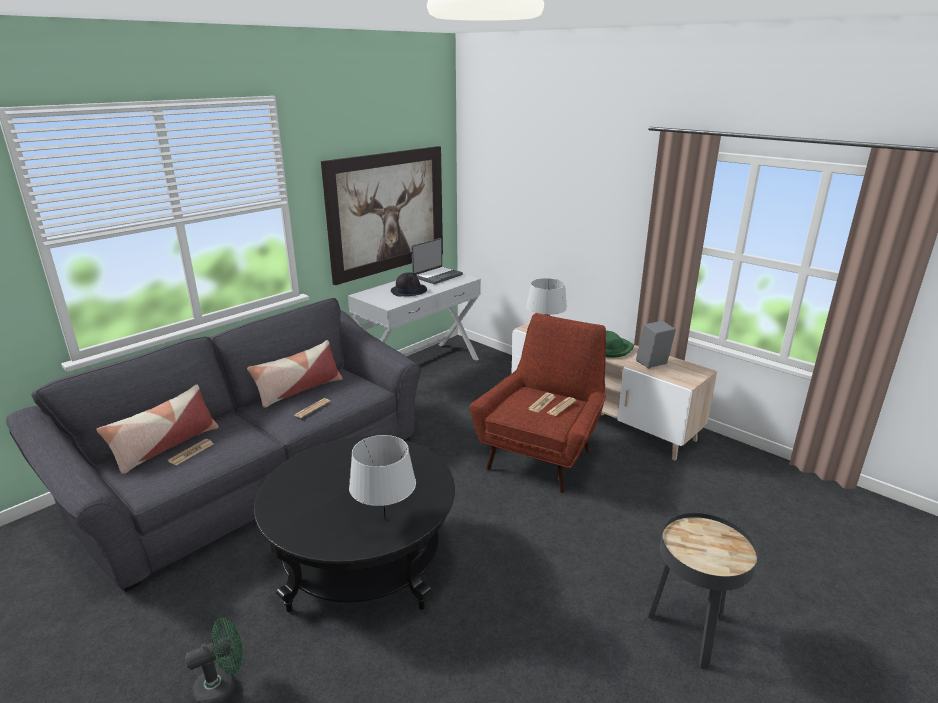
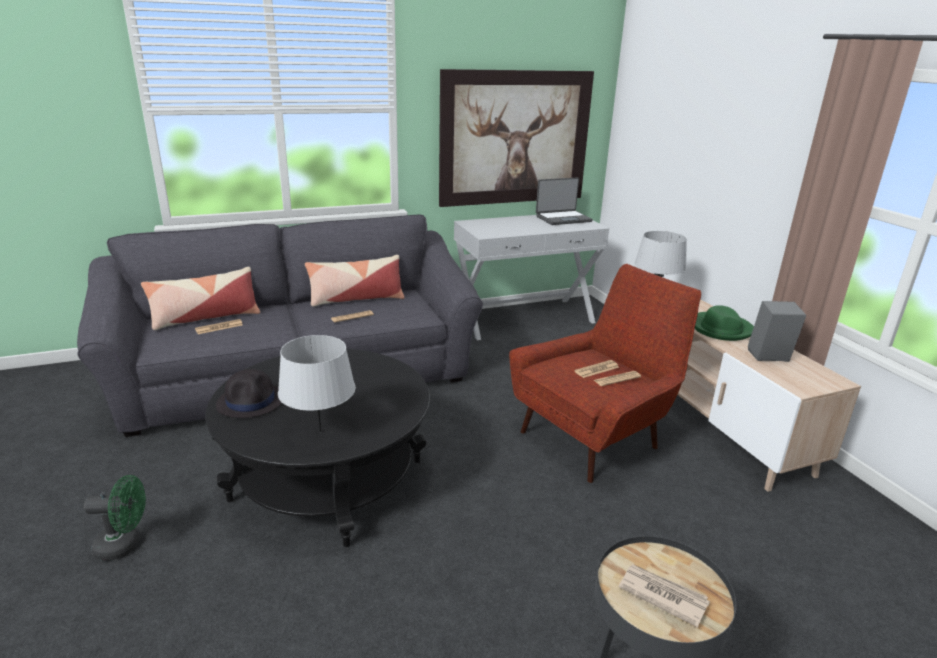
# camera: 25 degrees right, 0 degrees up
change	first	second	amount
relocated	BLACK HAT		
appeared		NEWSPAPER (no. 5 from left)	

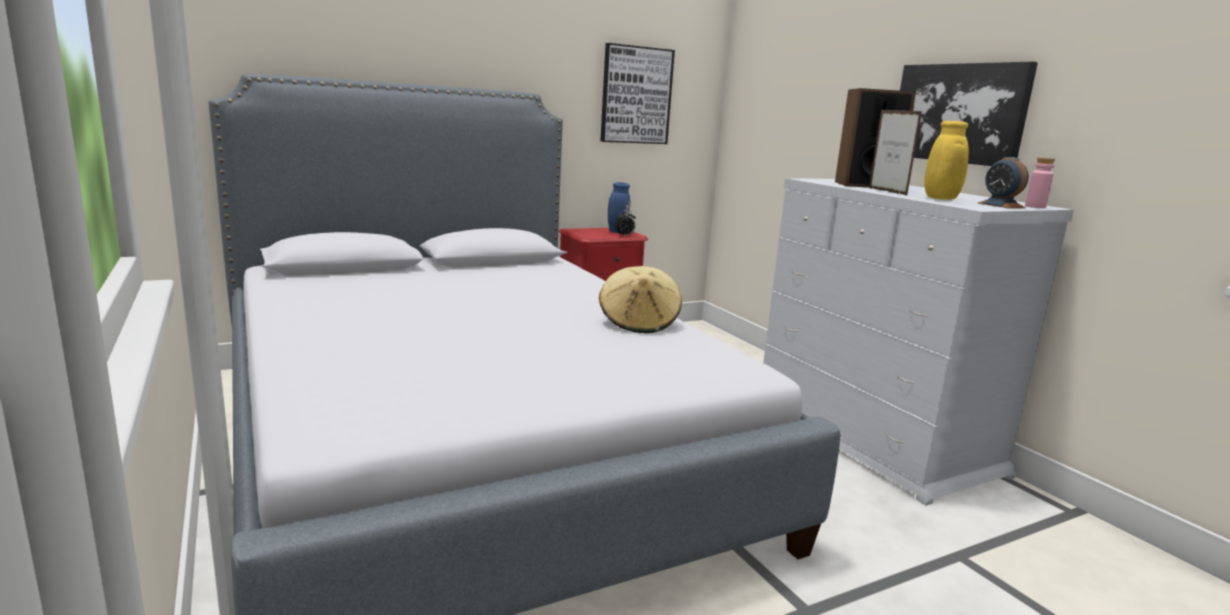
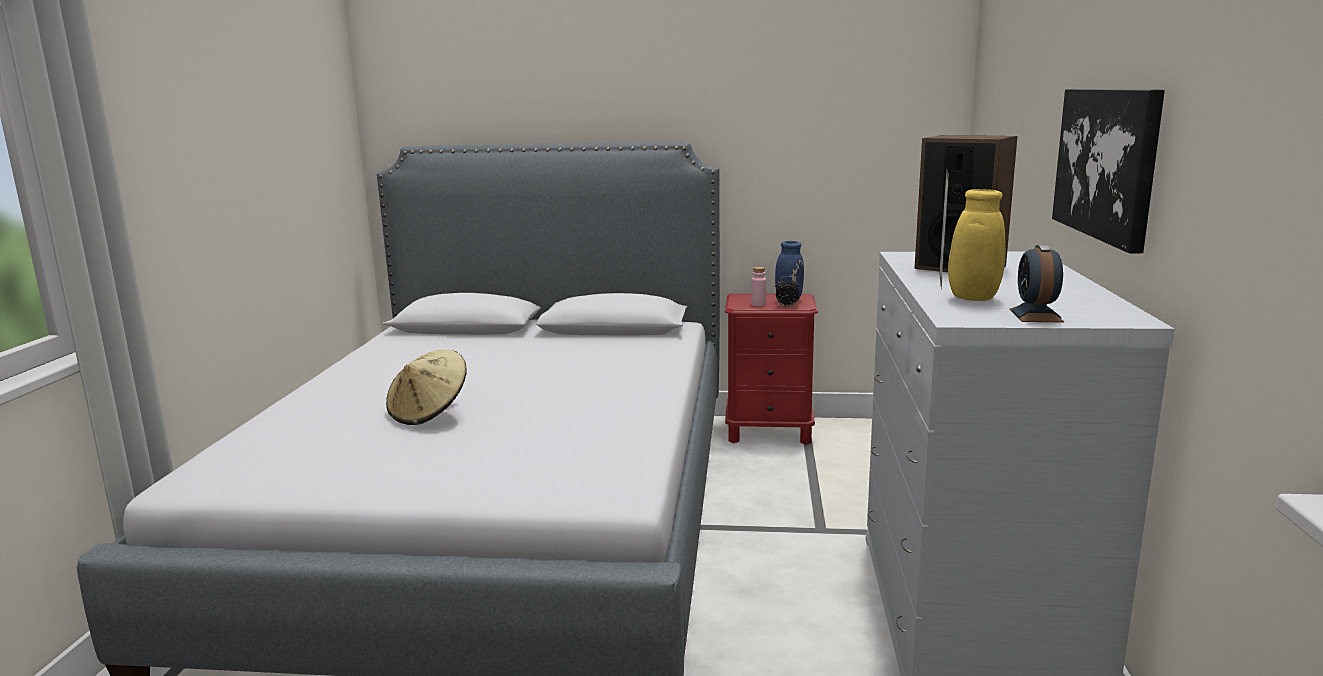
# camera: 35 degrees right, 0 degrees up
change	first	second	amount
relocated	BEIGE HAT		
missing	PICTURE (no. 1 from left)		
relocated	PINK BOTTLE		

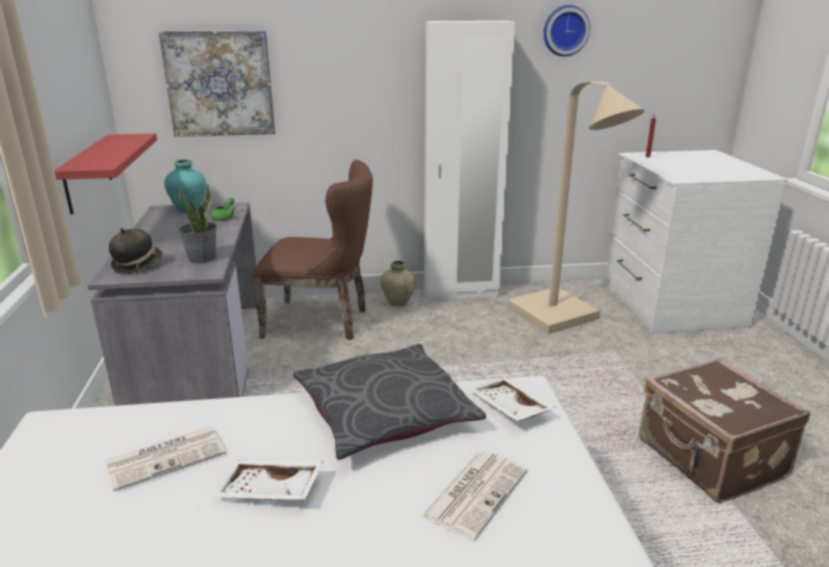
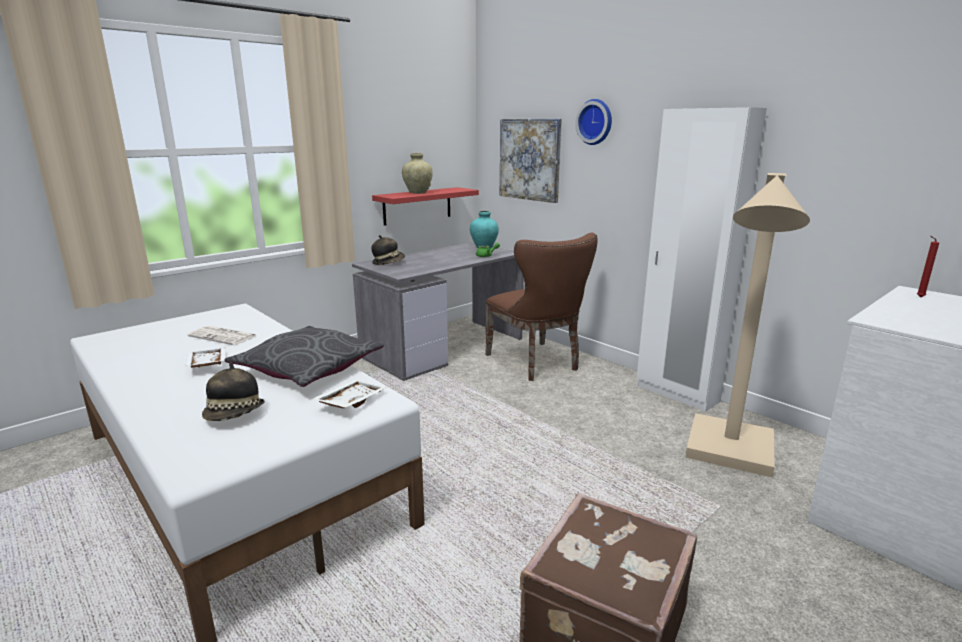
# camera: 55 degrees right, 5 degrees down
change	first	second	amount
missing	POTTED PLANT		
relocated	BEIGE VASE		
exchanged	NEWSPAPER (no. 2 from left)	HAT (no. 1 from left)	
relocated	WALL CLOCK		

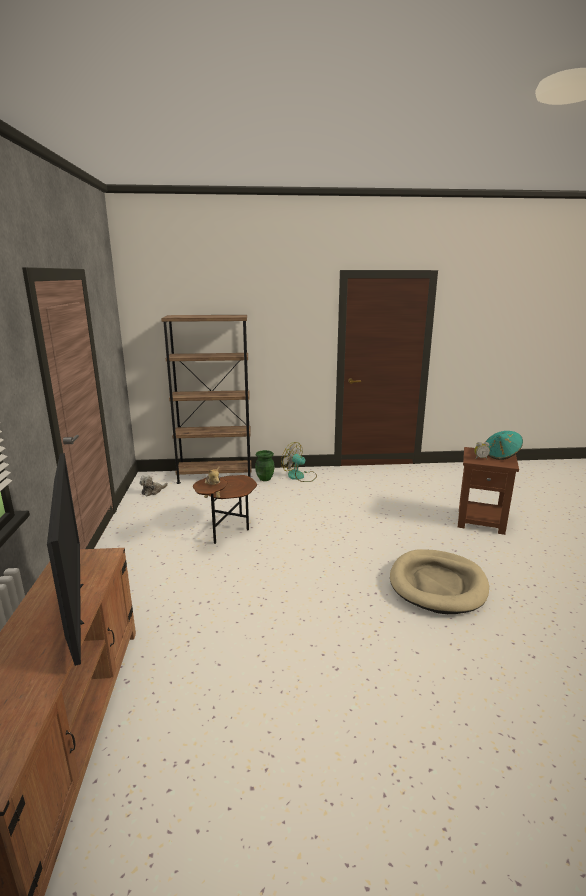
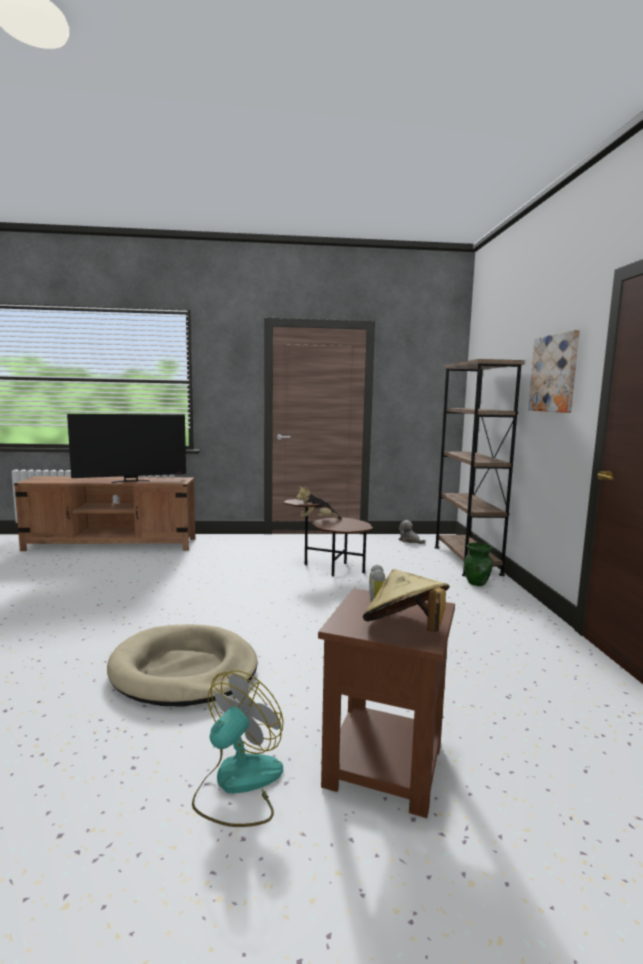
# camera: 90 degrees right, 10 degrees down
change	first	second	amount
relocated	FAN		
colour	TURQUOISE HAT	BEIGE HAT	
appeared		PICTURE	

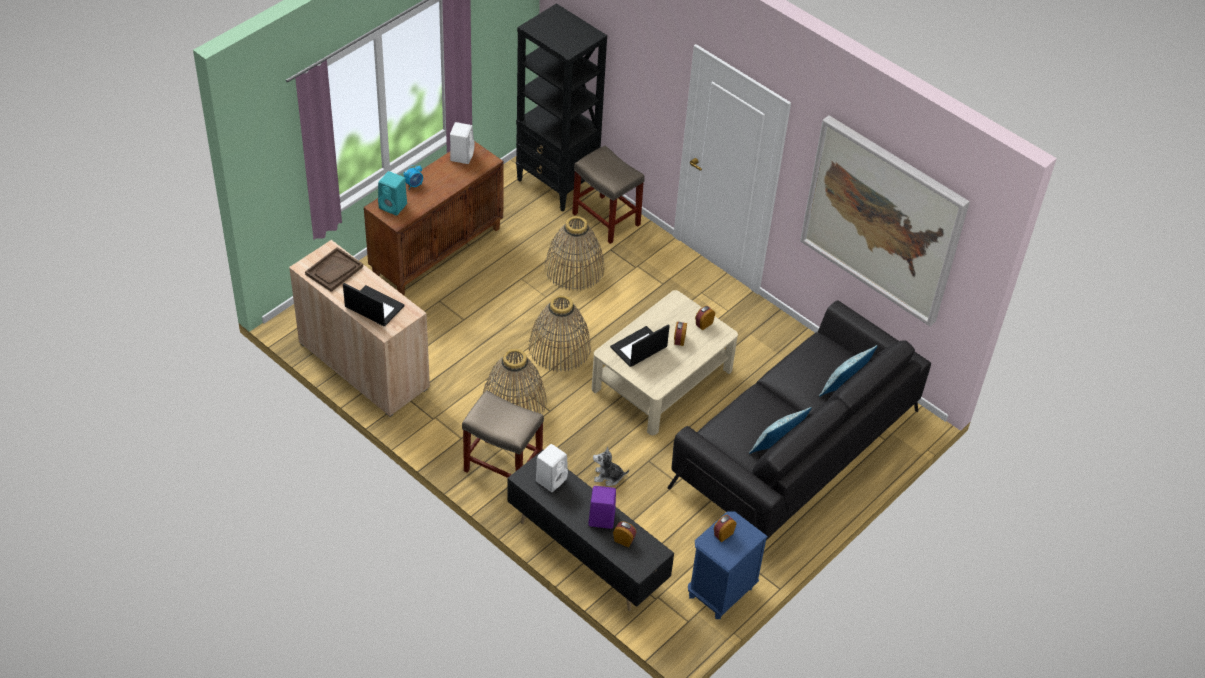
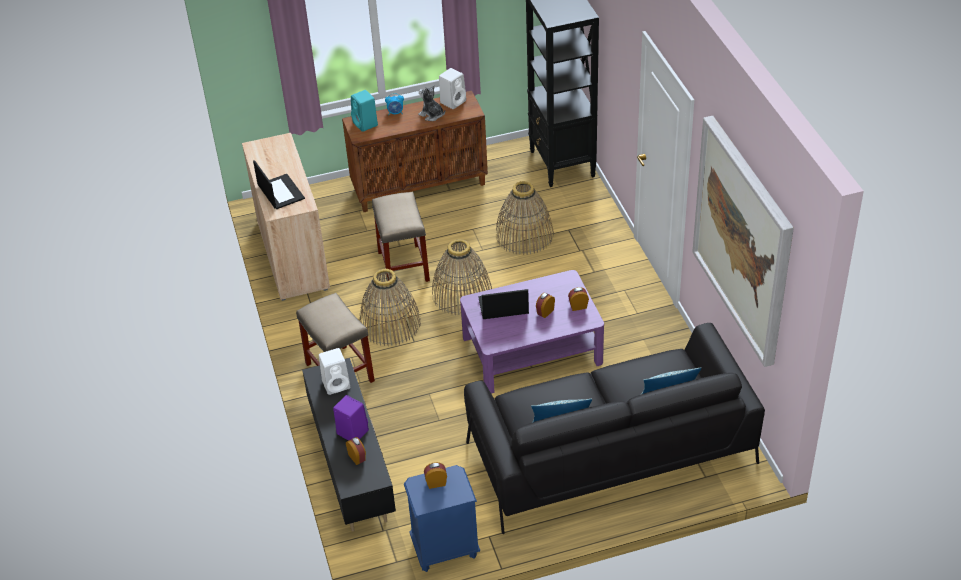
# camera: 35 degrees right, 5 degrees down
change	first	second	amount
missing	BROWN TRAY		
relocated	BEIGE STOOL (no. 2 from left)		
colour	BEIGE COFFEE TABLE	PURPLE COFFEE TABLE	
relocated	PLUSH TOY		

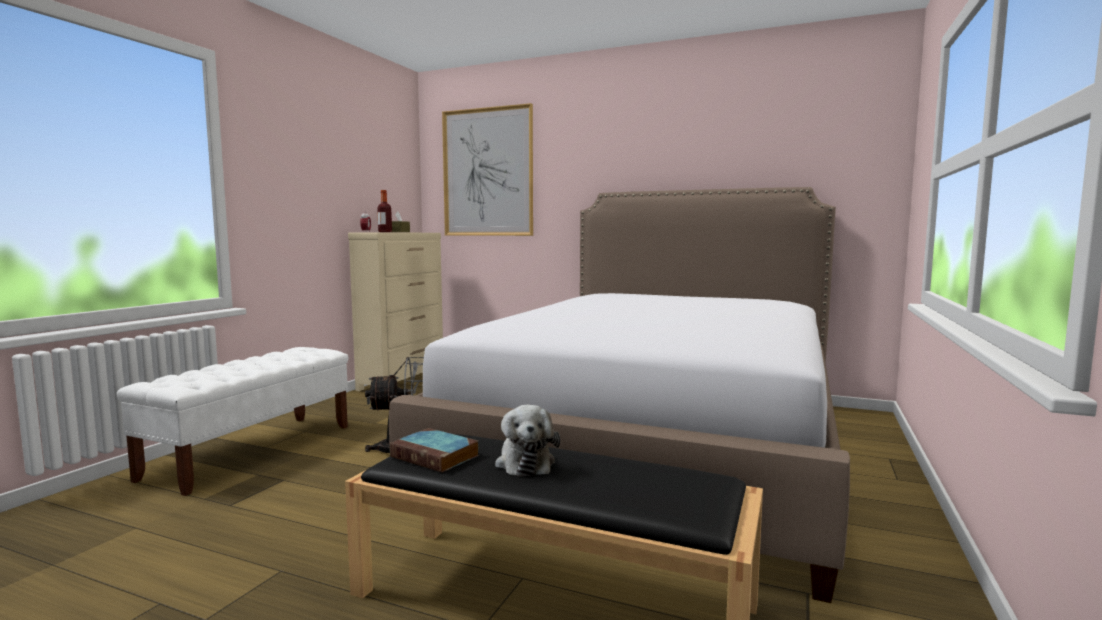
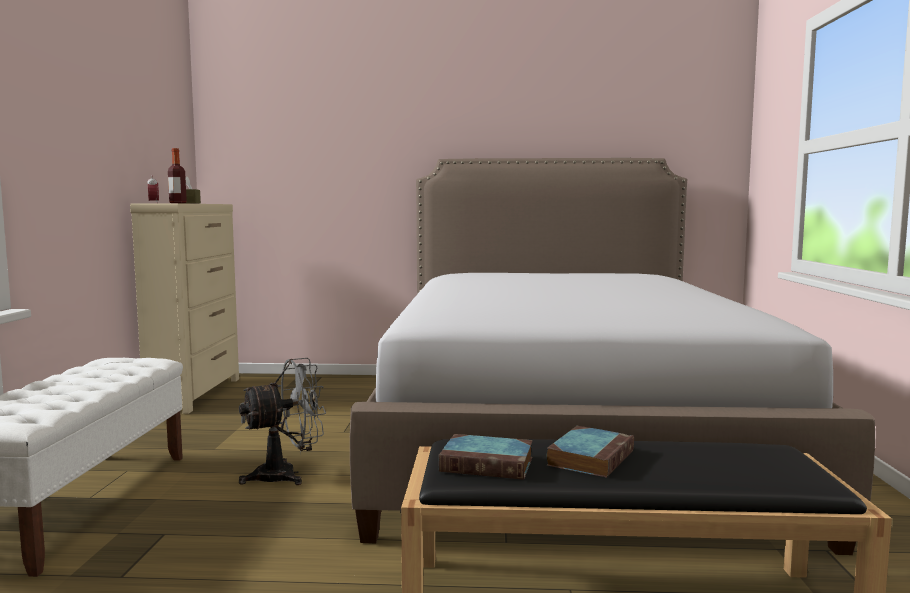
# camera: 20 degrees left, 0 degrees up
change	first	second	amount
missing	PICTURE		
exchanged	PLUSH TOY	BOOK (no. 2 from left)	

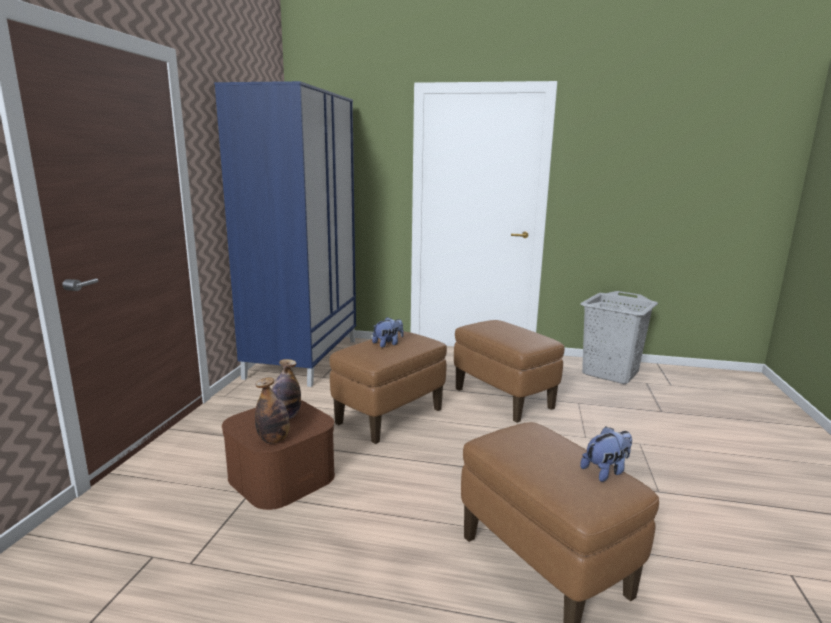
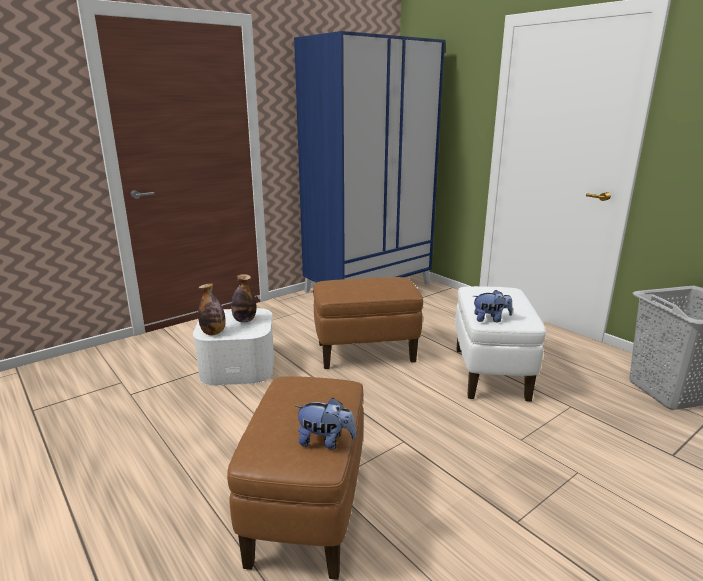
# camera: 40 degrees right, 5 degrees up
change	first	second	amount
colour	BROWN STORAGE BOX	WHITE STORAGE BOX	
relocated	PLUSH TOY (no. 1 from left in the first image)	PLUSH TOY (no. 2 from left)	
colour	BROWN OTTOMAN (no. 2 from left)	WHITE OTTOMAN	

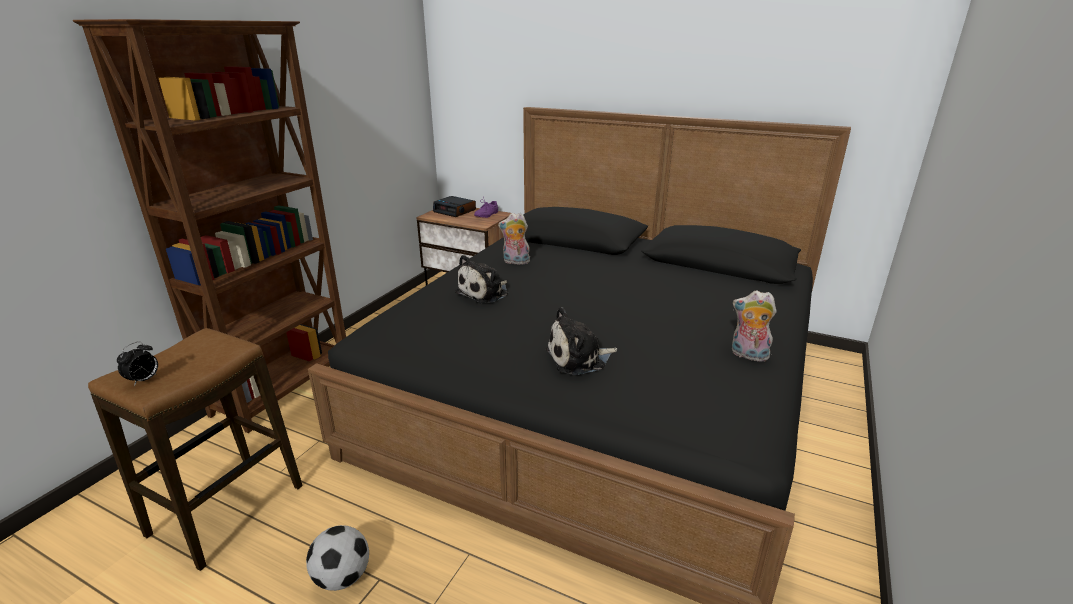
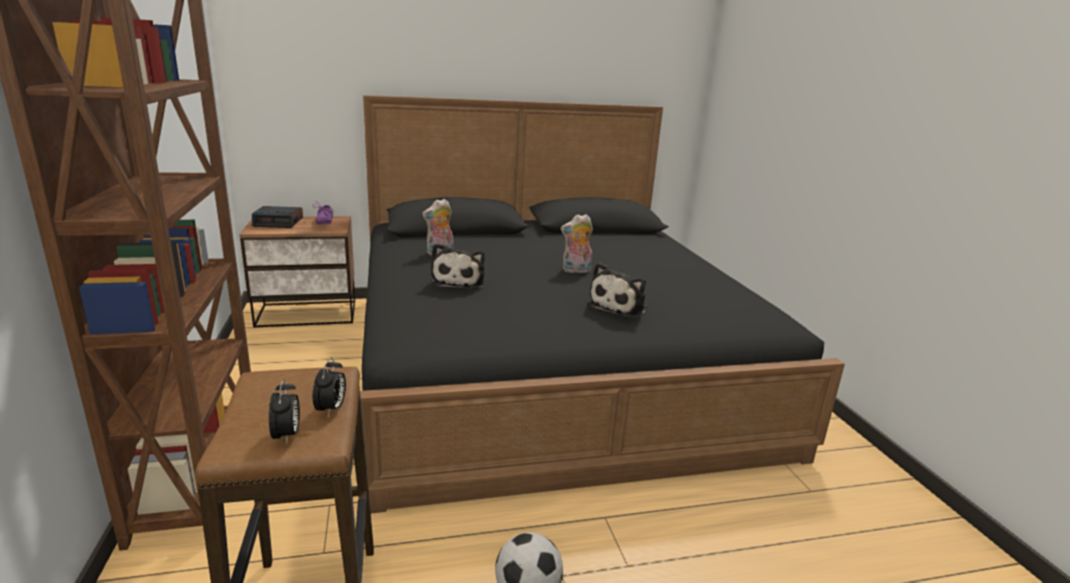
# camera: 40 degrees left, 5 degrees down
change	first	second	amount
relocated	PLUSH TOY (no. 4 from left in the first image)	PLUSH TOY (no. 3 from left)	
appeared		ALARM CLOCK (no. 3 from left)	

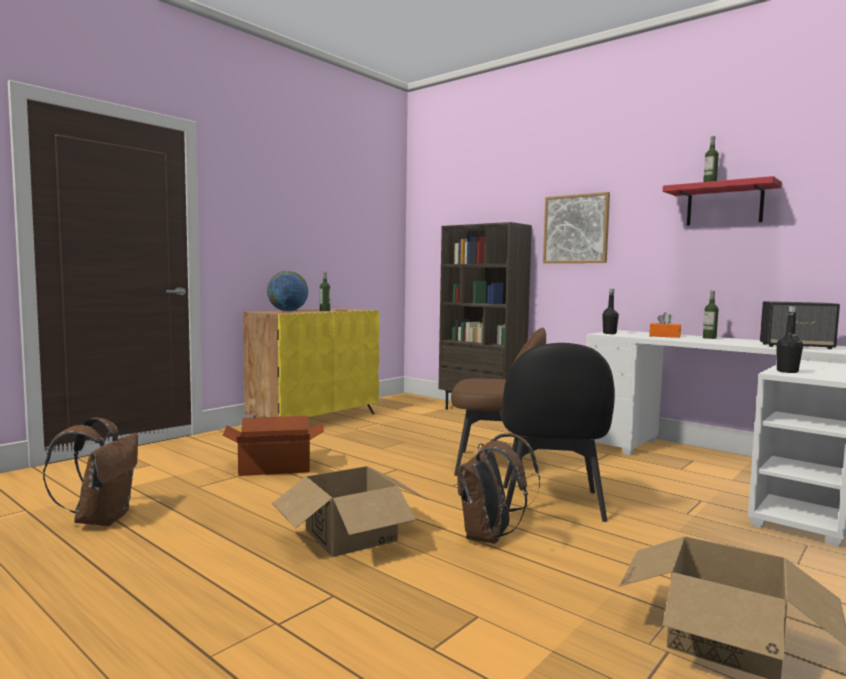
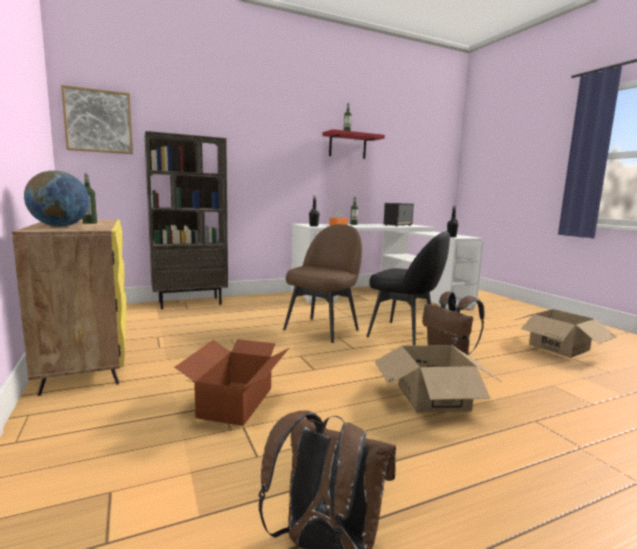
# camera: 65 degrees left, 5 degrees up
change	first	second	amount
relocated	PICTURE		

